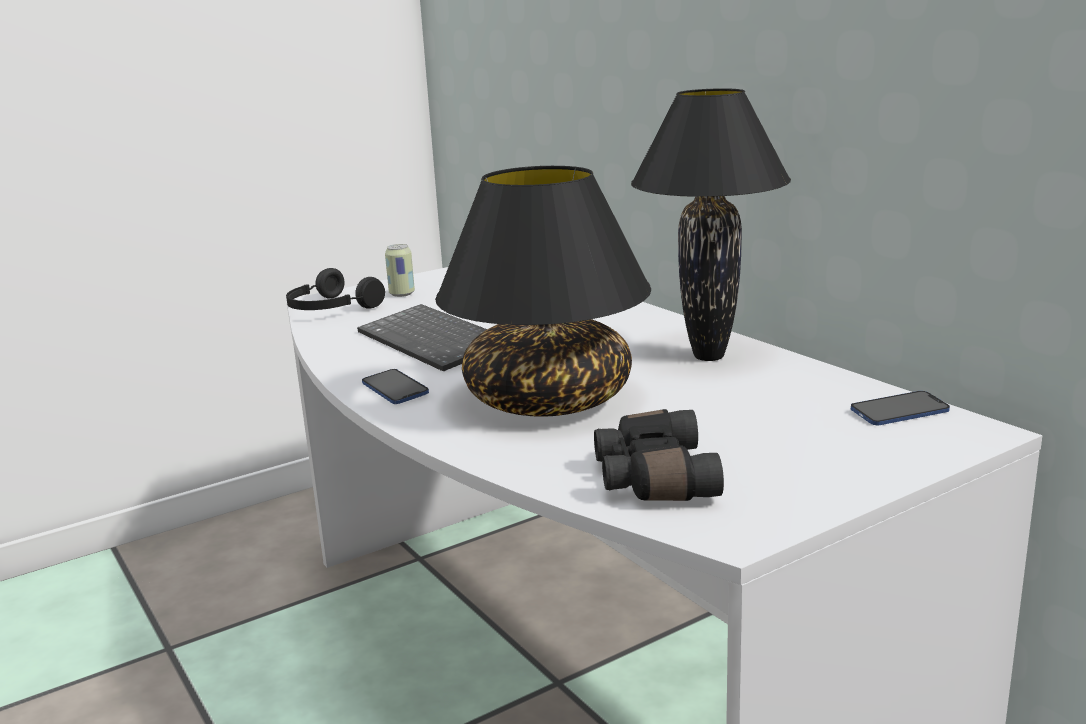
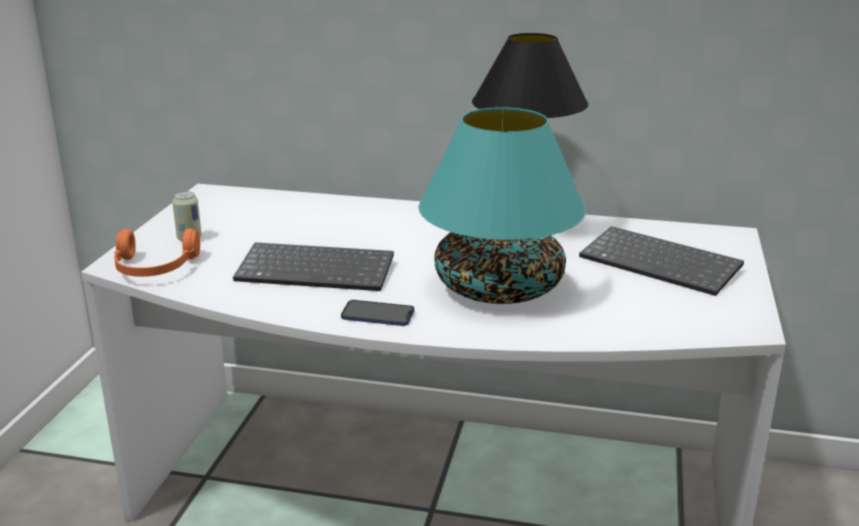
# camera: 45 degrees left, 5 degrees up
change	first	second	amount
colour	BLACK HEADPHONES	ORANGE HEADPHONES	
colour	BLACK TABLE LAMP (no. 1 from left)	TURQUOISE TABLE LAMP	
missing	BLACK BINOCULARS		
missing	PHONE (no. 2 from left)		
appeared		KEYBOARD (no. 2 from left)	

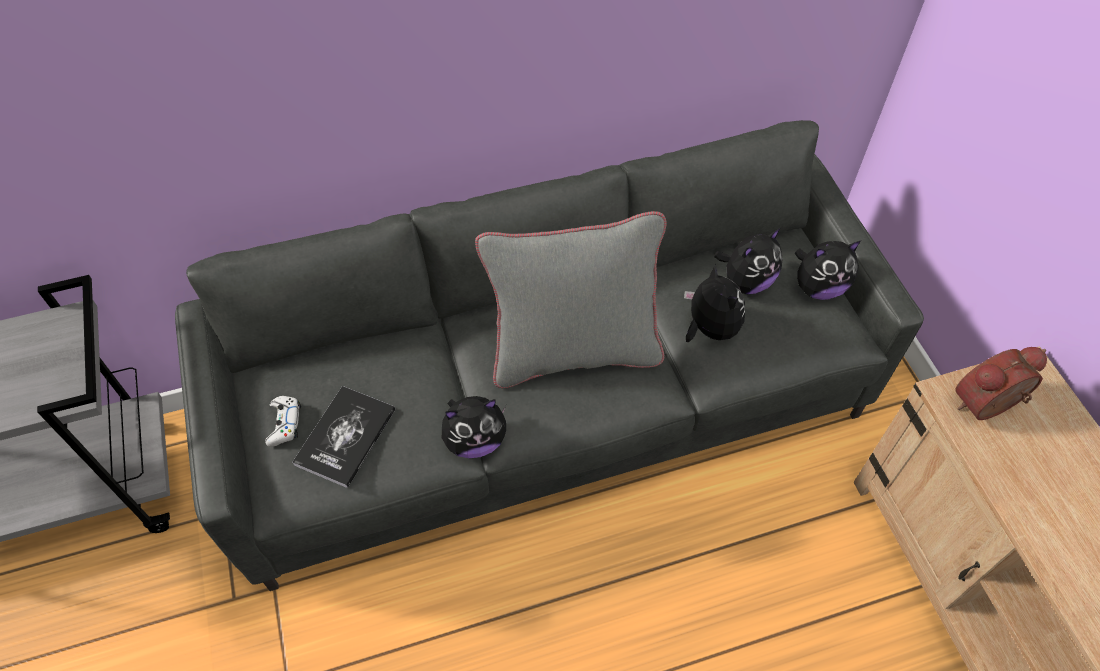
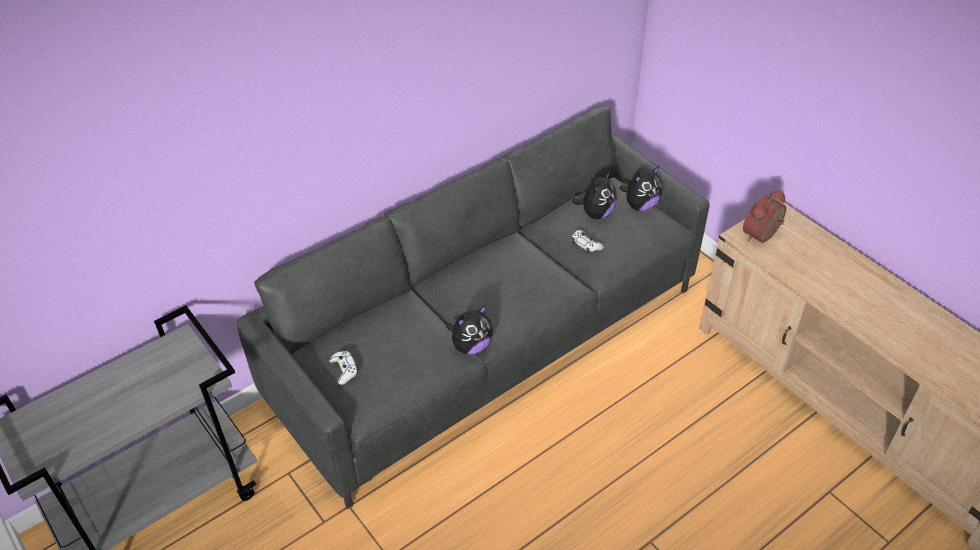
# camera: 20 degrees left, 10 degrees down
change	first	second	amount
missing	BOOK		
missing	GREY PILLOW		
exchanged	PLUSH TOY (no. 2 from left)	WHITE GAME CONTROLLER (no. 2 from left)	

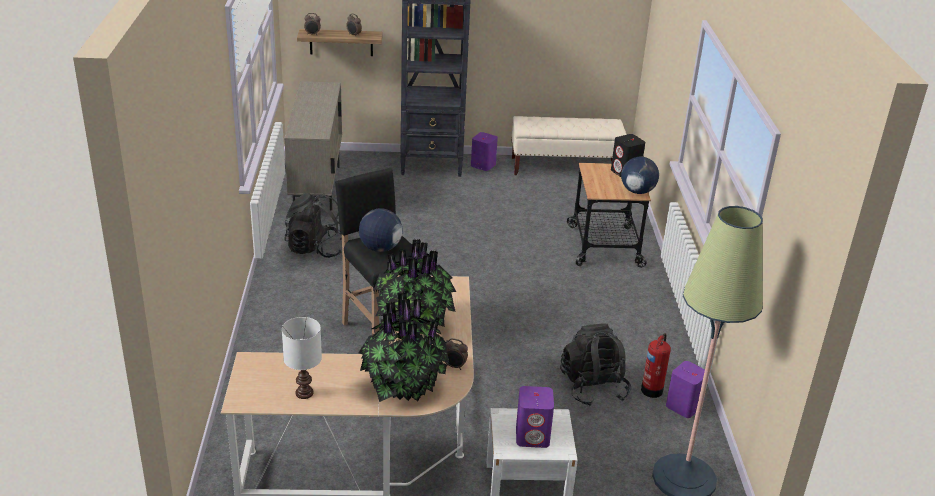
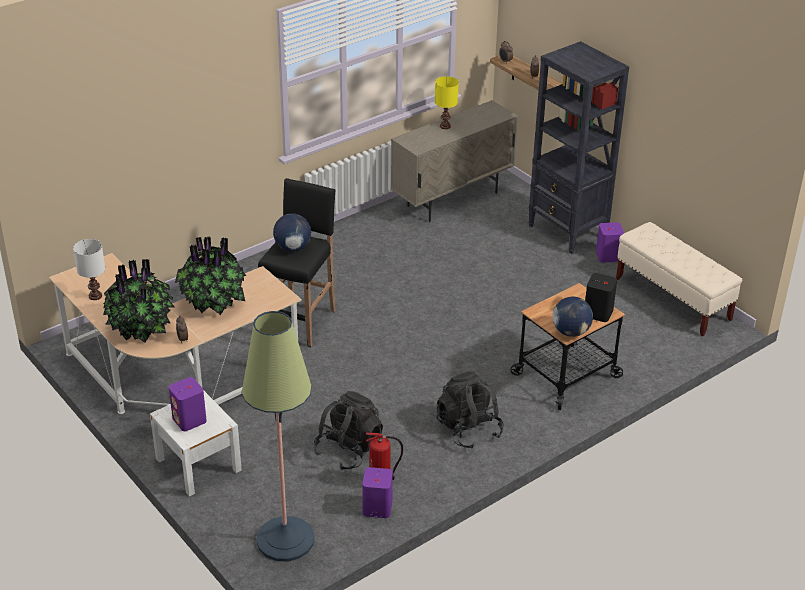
# camera: 55 degrees right, 5 degrees up
change	first	second	amount
relocated	BLACK BACKPACK (no. 1 from left in the first image)	BLACK BACKPACK (no. 2 from left)	
appeared		YELLOW TABLE LAMP	

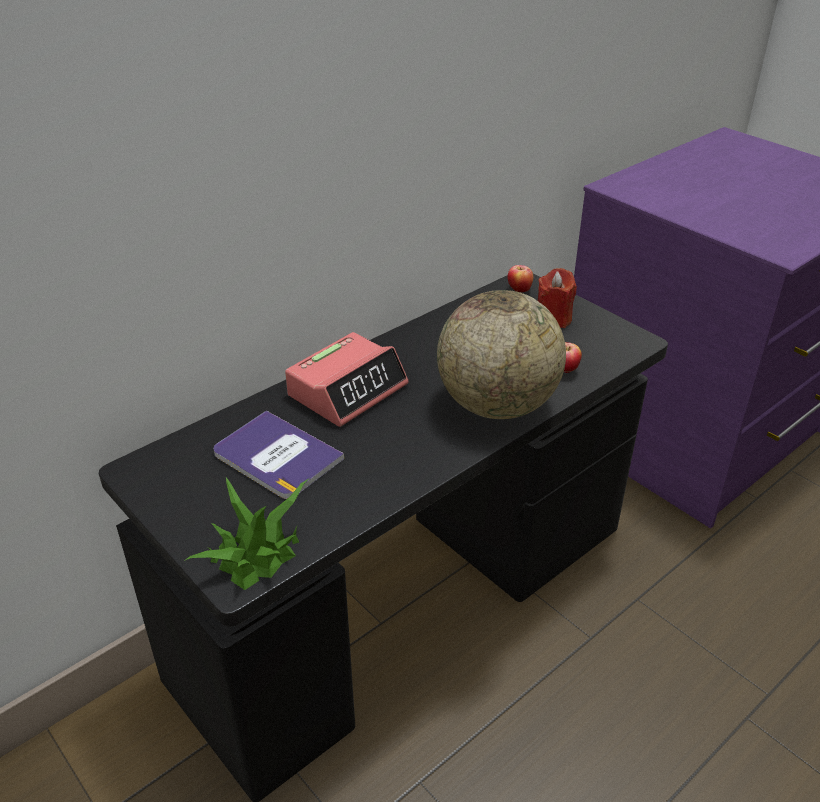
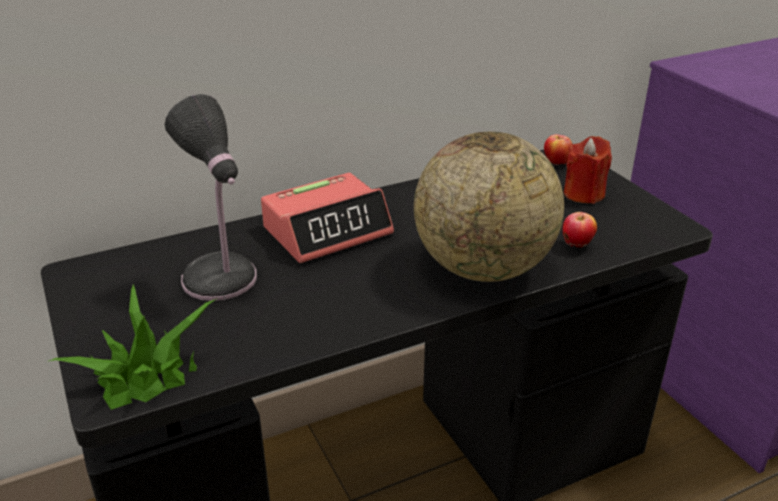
# camera: 15 degrees right, 5 degrees down
change	first	second	amount
exchanged	BOOK	TABLE LAMP	

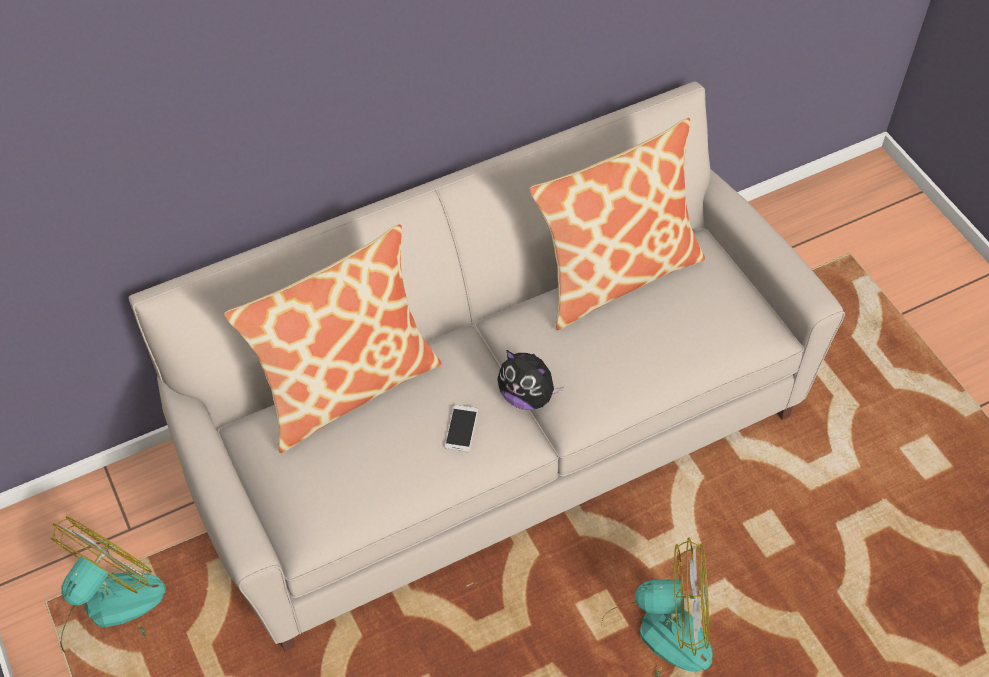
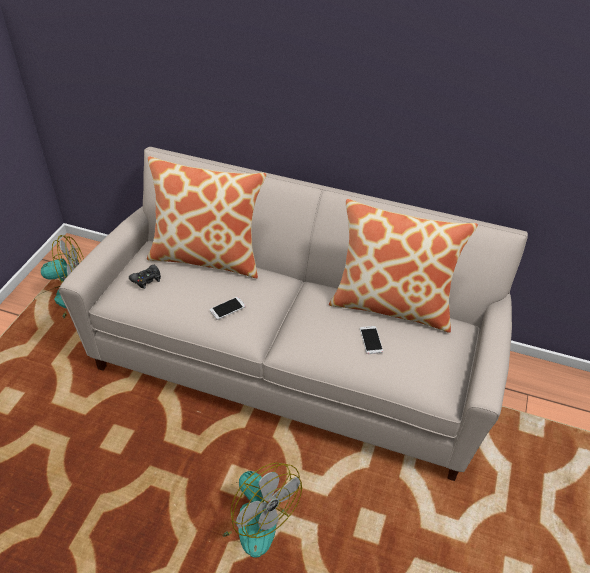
# camera: 45 degrees right, 10 degrees down
change	first	second	amount
missing	PLUSH TOY		
appeared		BLACK GAME CONTROLLER	
appeared		PHONE (no. 2 from left)	

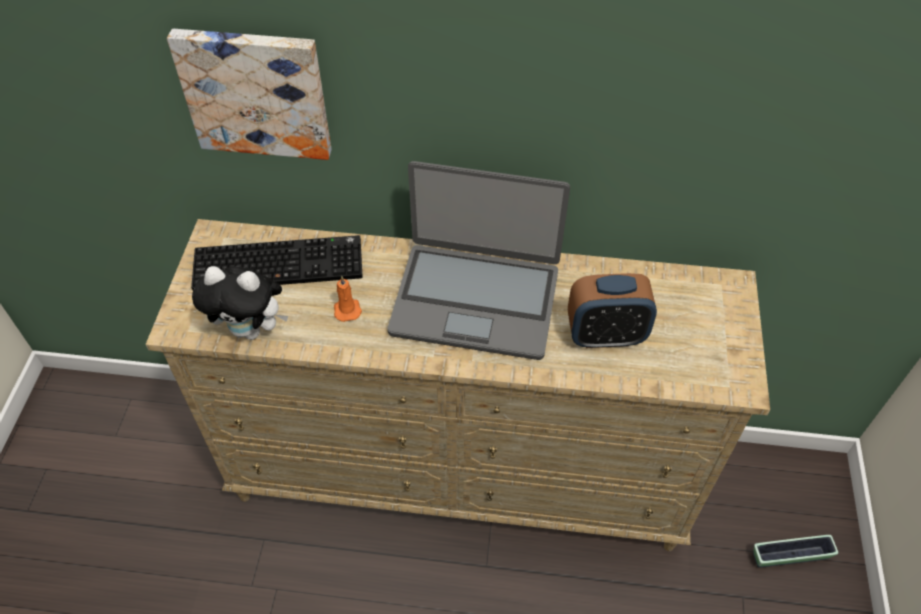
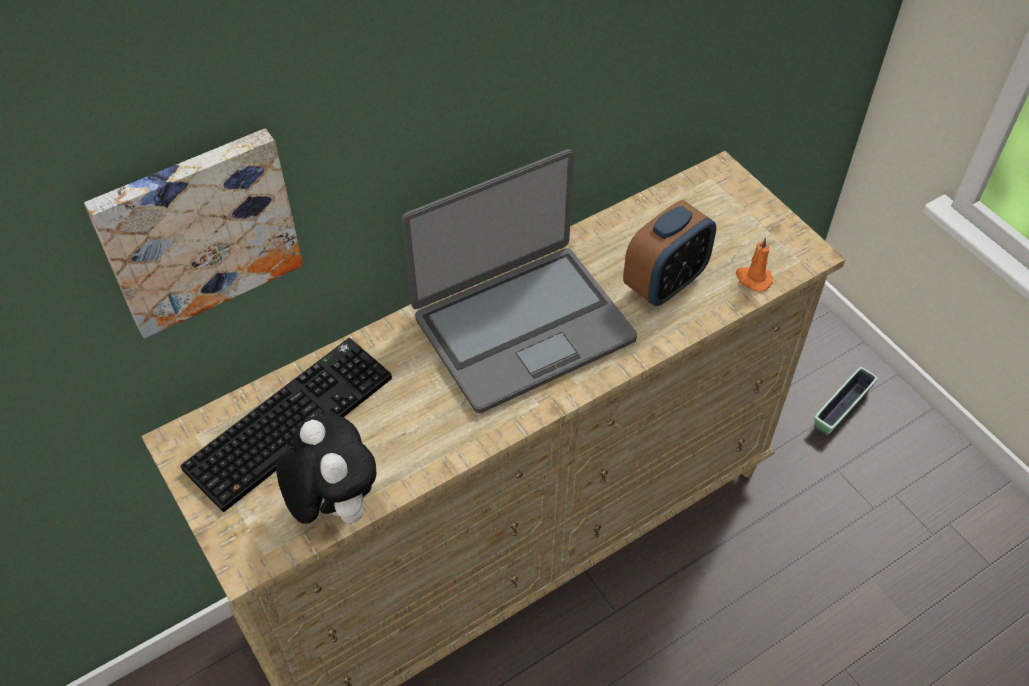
# camera: 40 degrees left, 0 degrees up
change	first	second	amount
spun	PLUSH TOY		90 degrees counterclockwise
relocated	ORANGE CANDLE		

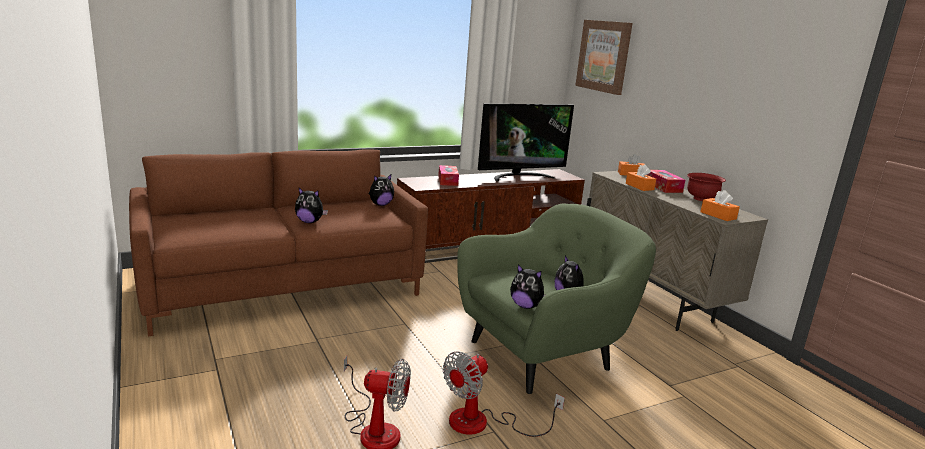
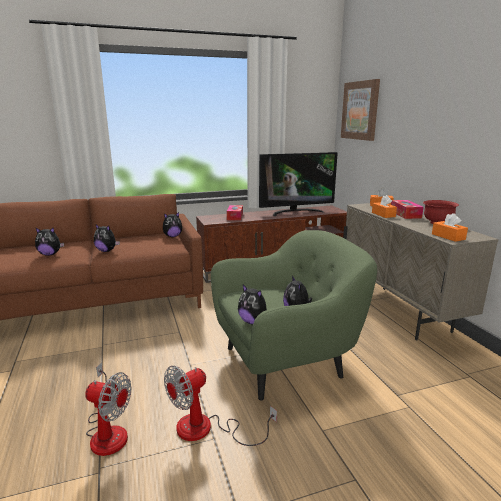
# camera: 10 degrees right, 0 degrees up
change	first	second	amount
appeared		PLUSH TOY (no. 1 from left)	

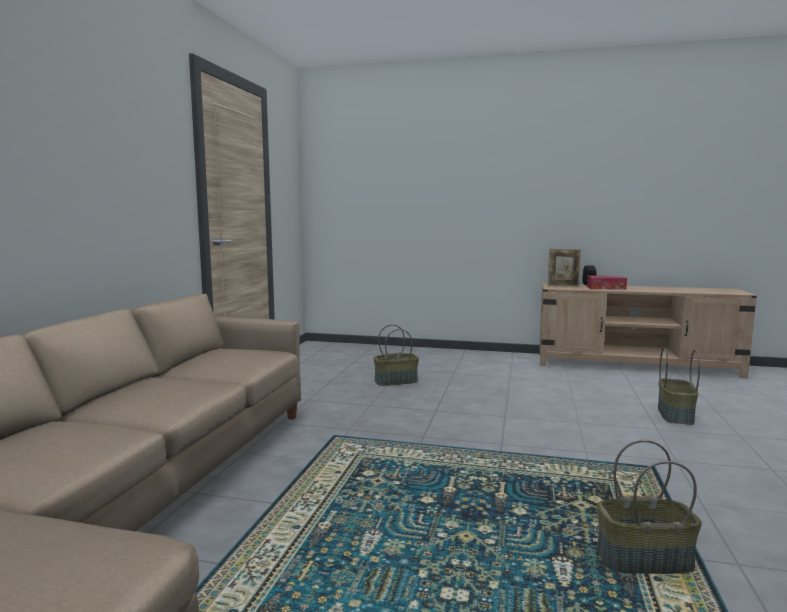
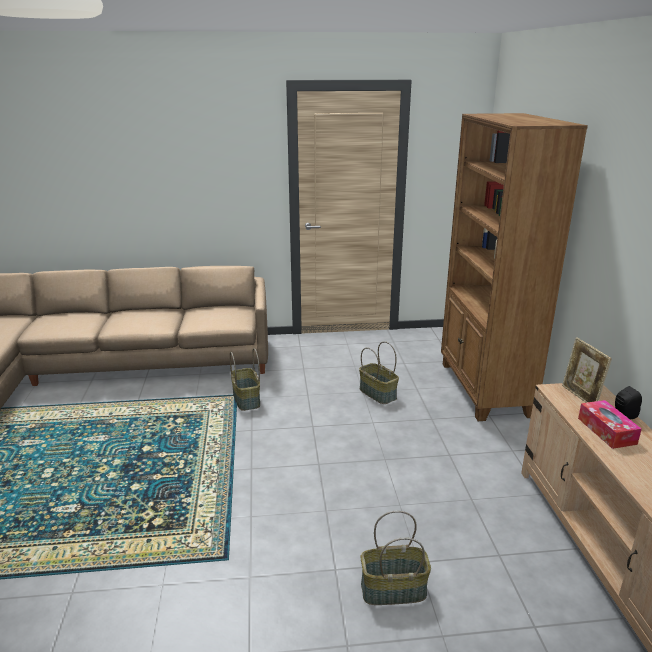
# camera: 70 degrees right, 15 degrees up
change	first	second	amount
relocated	BASKET (no. 2 from left in the first image)	BASKET (no. 1 from left)	
appeared		BROWN BOOKCASE	

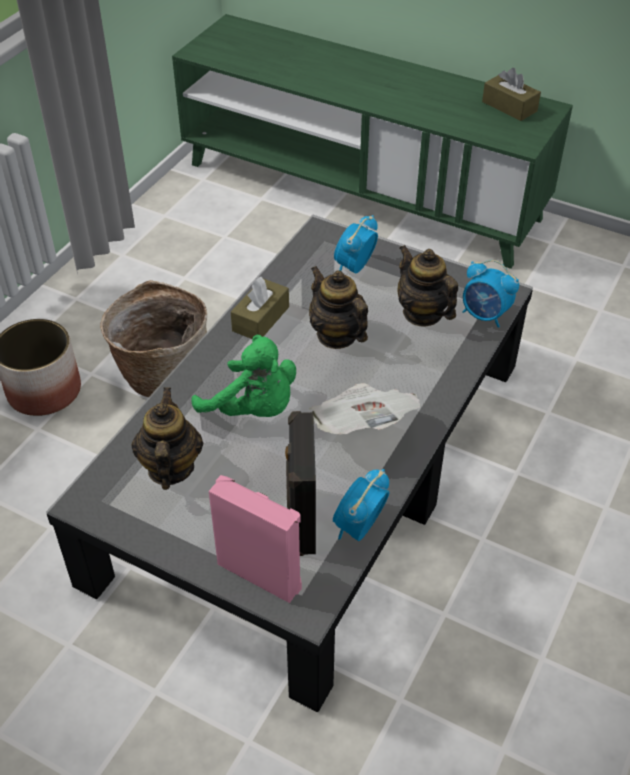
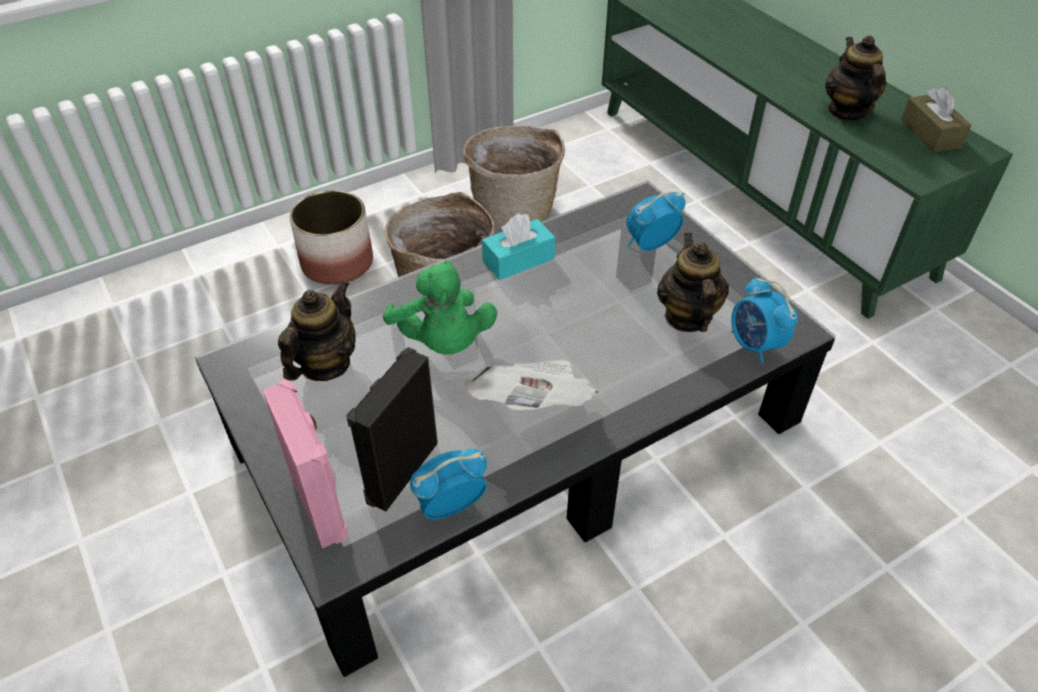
# camera: 30 degrees right, 0 degrees up
change	first	second	amount
colour	BROWN TISSUE BOX (no. 1 from left)	TURQUOISE TISSUE BOX	
relocated	TEAPOT (no. 2 from left in the first image)	TEAPOT (no. 3 from left)	
appeared		BASKET (no. 2 from left)	

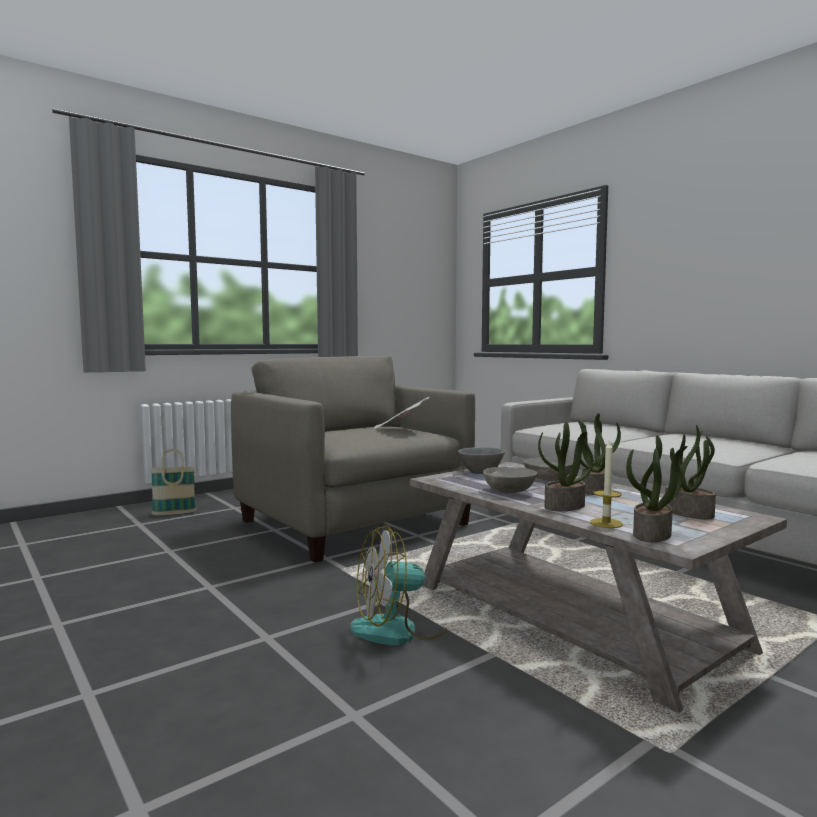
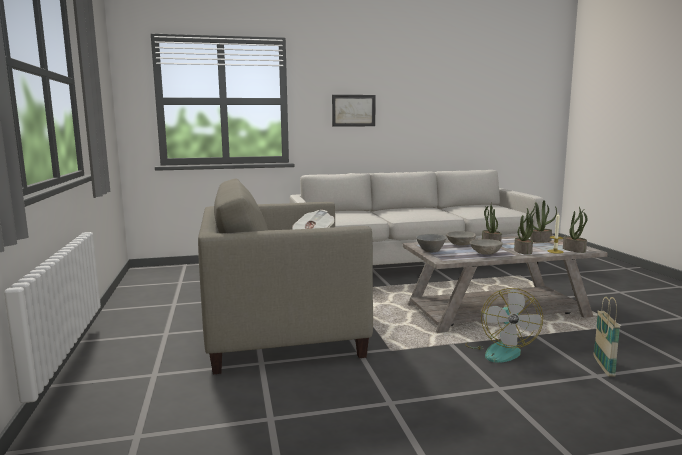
# camera: 65 degrees left, 5 degrees up
change	first	second	amount
relocated	BASKET		
appeared		PICTURE	

